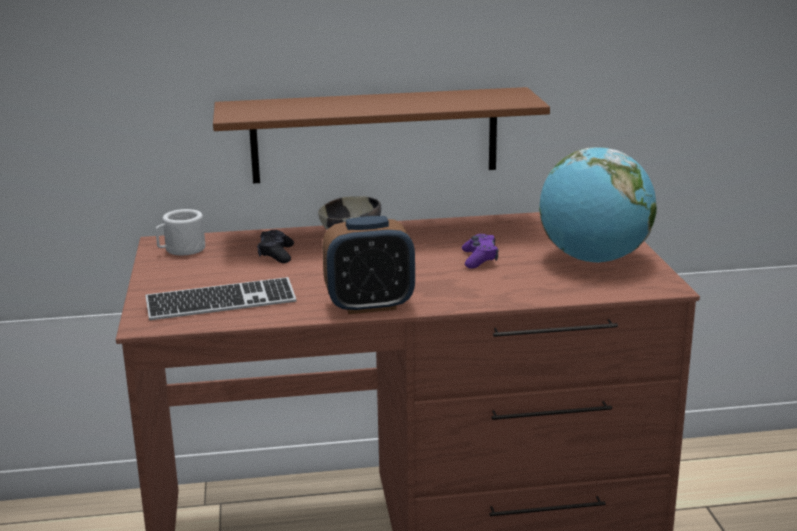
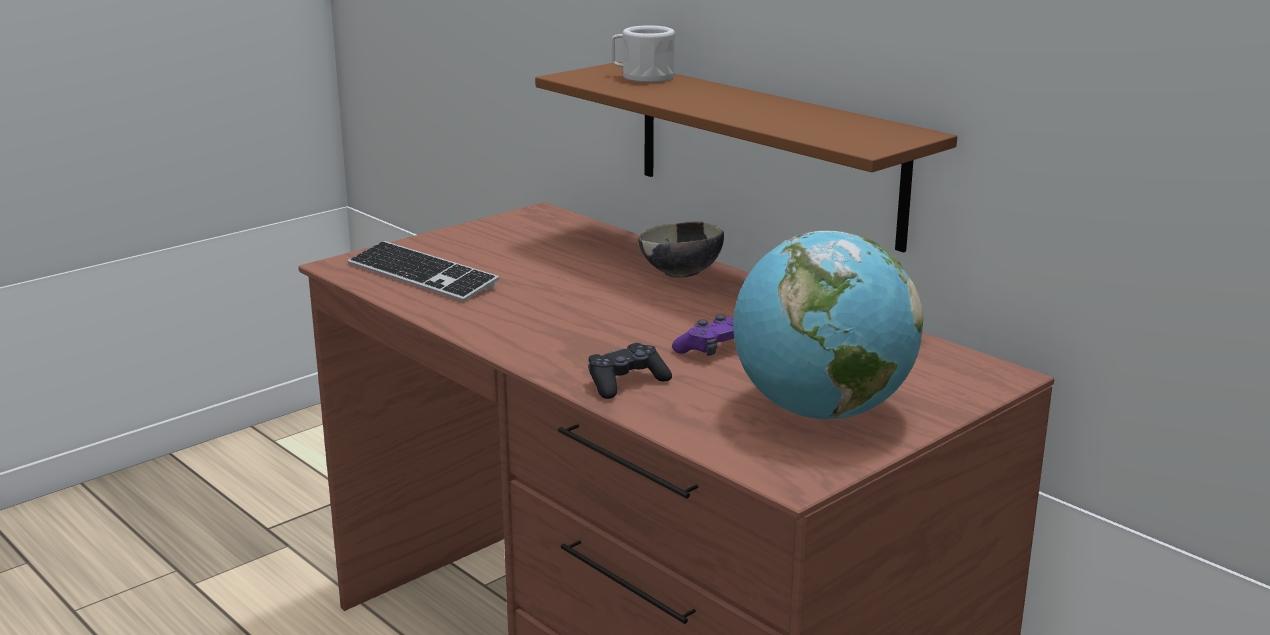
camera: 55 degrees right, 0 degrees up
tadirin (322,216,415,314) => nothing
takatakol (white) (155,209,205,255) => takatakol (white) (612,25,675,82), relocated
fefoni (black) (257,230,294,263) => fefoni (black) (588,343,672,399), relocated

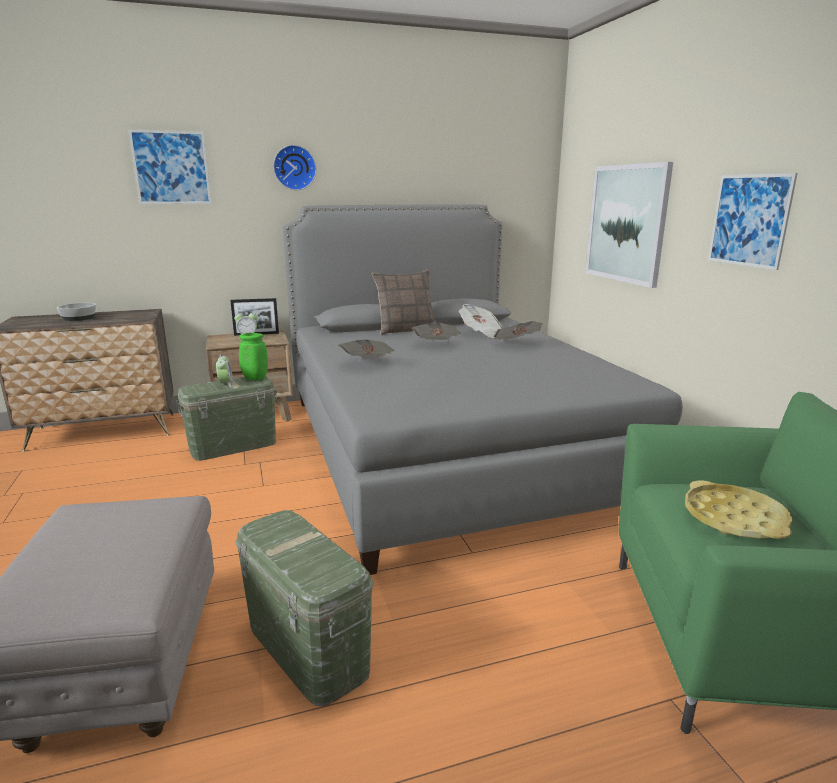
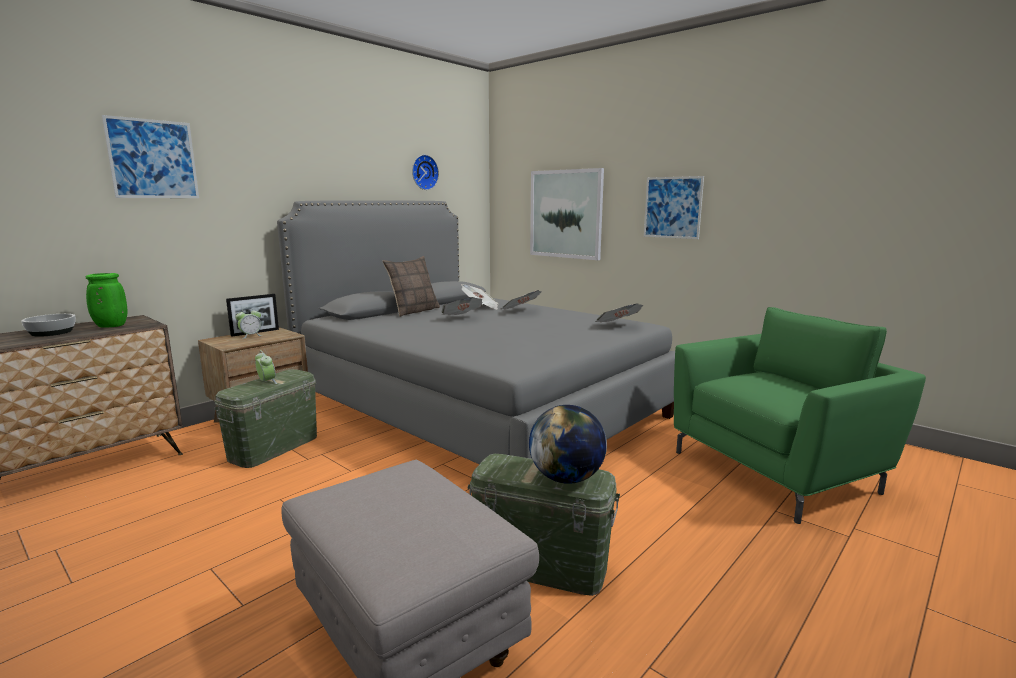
camera: 30 degrees left, 5 degrees down
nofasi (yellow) (685,480,792,539) => nothing
nothing => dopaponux (529,405,607,484)
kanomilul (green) (239,333,268,380) => kanomilul (green) (85,273,127,328), relocated
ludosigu (273,145,316,190) => ludosigu (412,155,439,190), relocated
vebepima (338,340,394,357) => vebepima (595,303,643,322), relocated

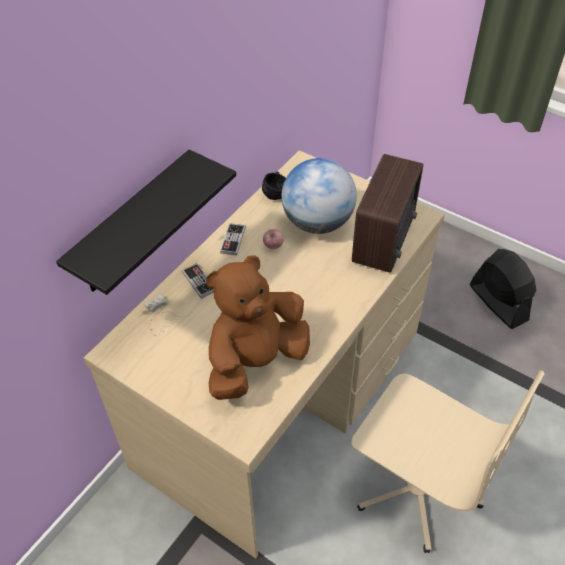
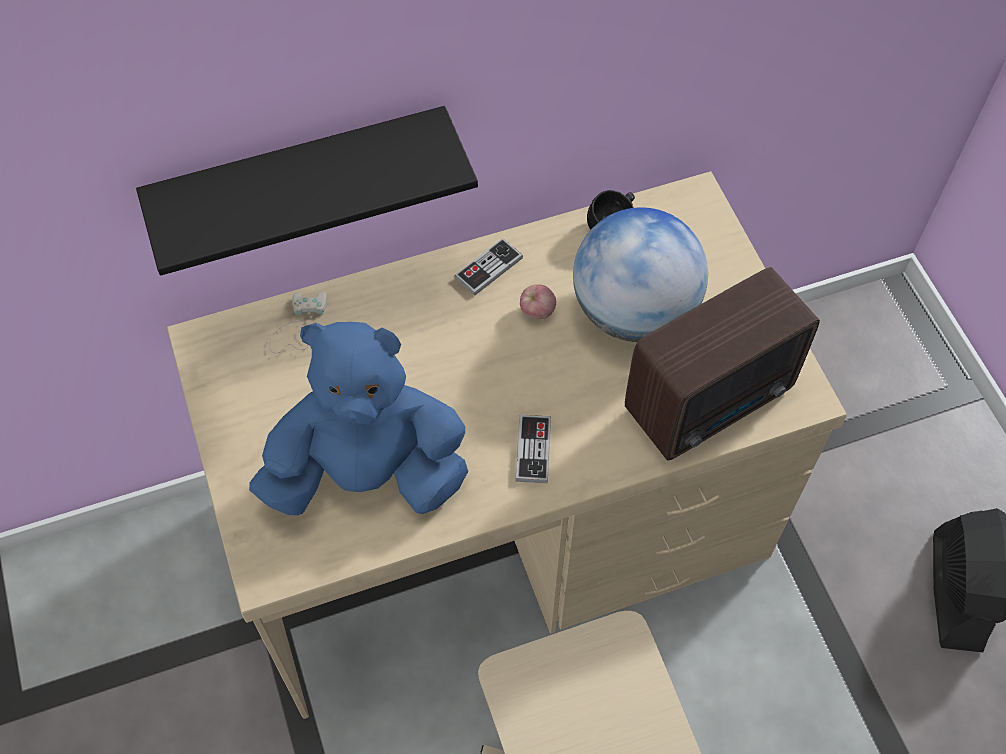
camera: 35 degrees right, 10 degrees up
fefoni (182,263,214,299) => fefoni (515,415,551,483), relocated
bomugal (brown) (206,256,310,400) => bomugal (blue) (249,322,468,516)

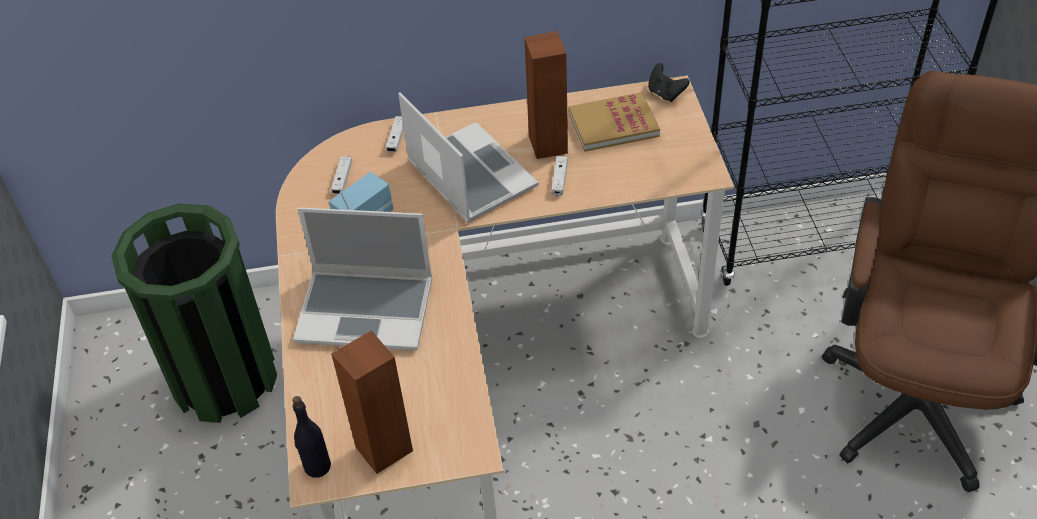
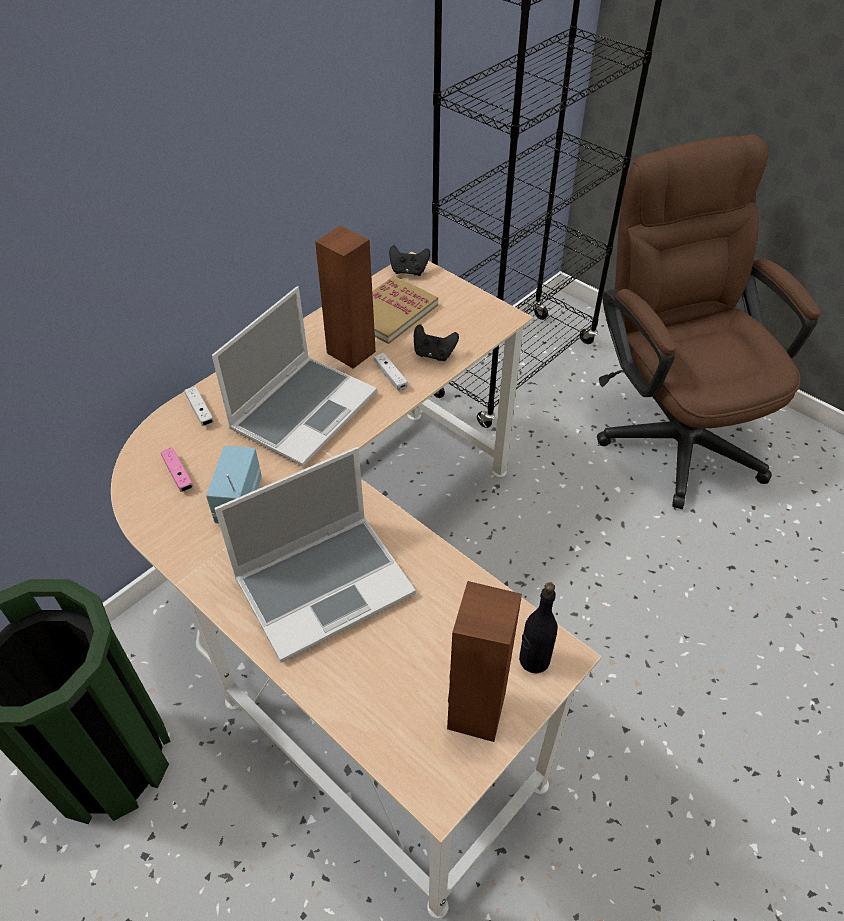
camera: 40 degrees left, 0 degrees up
nothing => fefoni (black) (414,324,459,361)
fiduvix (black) (292,396,331,478) => fiduvix (black) (519,582,558,674), relocated
fefoni (white) (331,156,352,194) => fefoni (pink) (161,447,194,492)
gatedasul (398,92,539,223) => gatedasul (212,286,377,466), 105 degrees clockwise

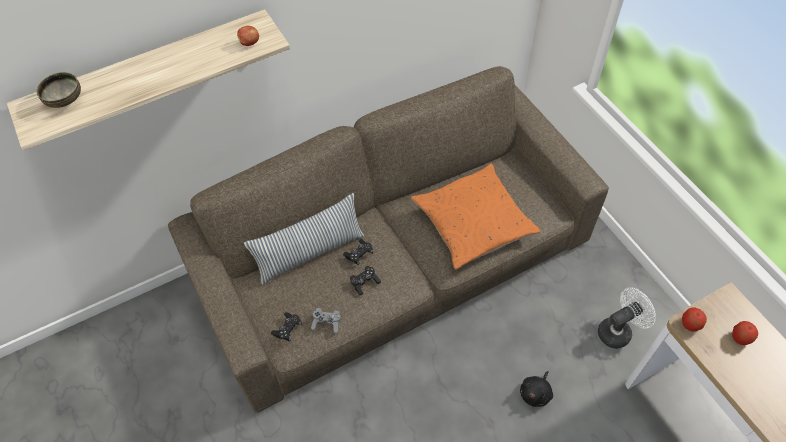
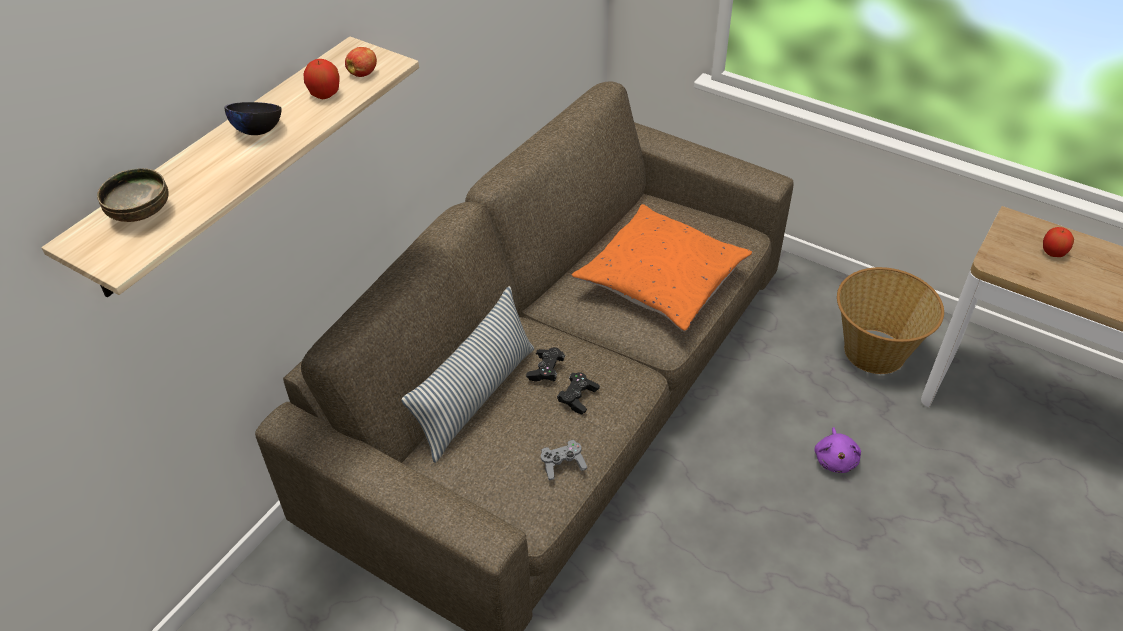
camera: 30 degrees left, 10 degrees down
fefoni (black) (271,312,302,341) => nothing
nothing => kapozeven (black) (224,102,281,135)
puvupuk (682,308,707,332) => puvupuk (304,59,340,99), relocated
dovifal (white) (598,287,656,349) => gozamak (837,267,944,374)
bomugal (black) (520,371,553,407) => bomugal (purple) (814,427,861,473)

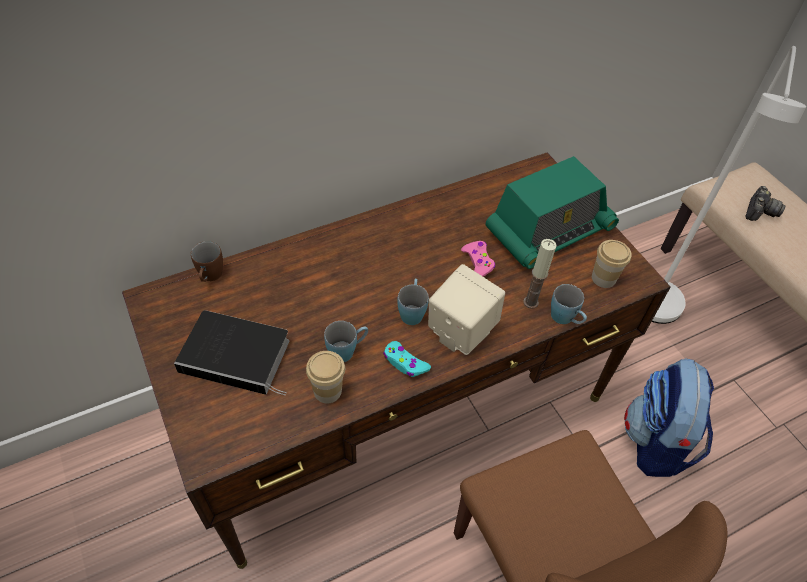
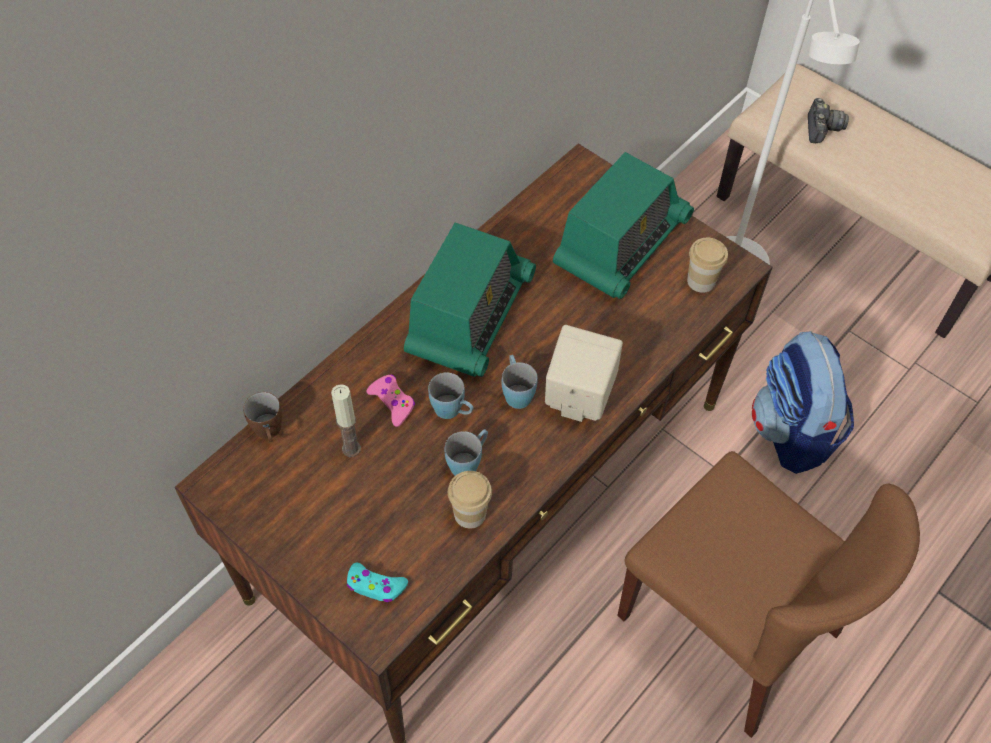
camera: 20 degrees left, 5 degrees up
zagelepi (174,310,289,395) => nothing
nothing => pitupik (404,223,536,377)
fefoni (turquoise) (383,341,431,377) => fefoni (turquoise) (347,562,408,603), relocated
fefoni (pink) (461,241,495,277) => fefoni (pink) (367,375,415,427), relocated
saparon (523,239,557,309) => saparon (331,384,361,457), relocated
takatakol (blue) (551,284,587,324) => takatakol (blue) (428,372,474,419), relocated

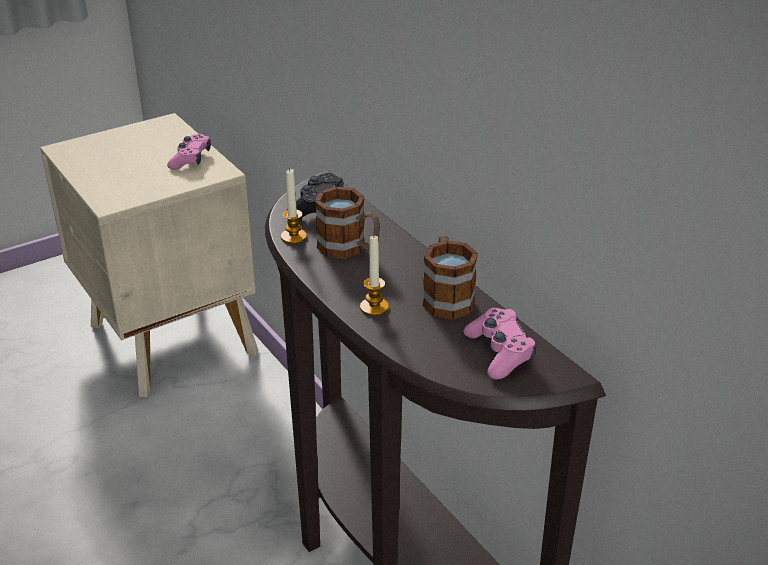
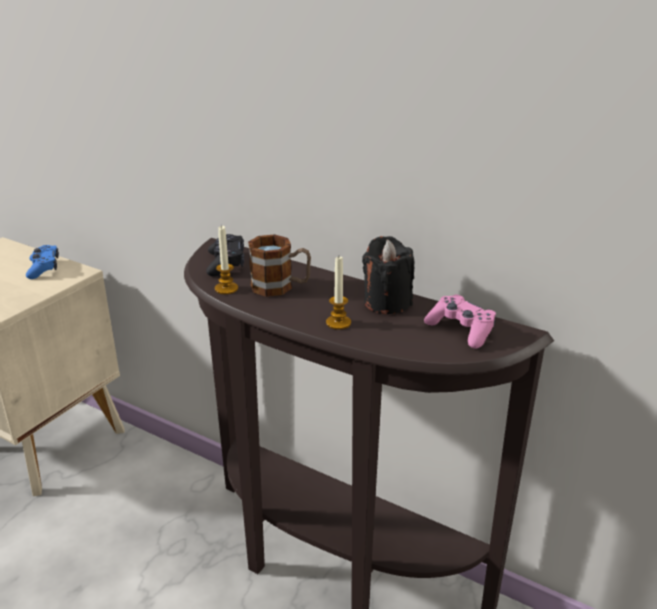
camera: 25 degrees left, 5 degrees down
takatakol (423,235,478,320) => saparon (black) (362,236,414,314)
fefoni (pink) (167,134,211,170) => fefoni (blue) (26,245,59,279)

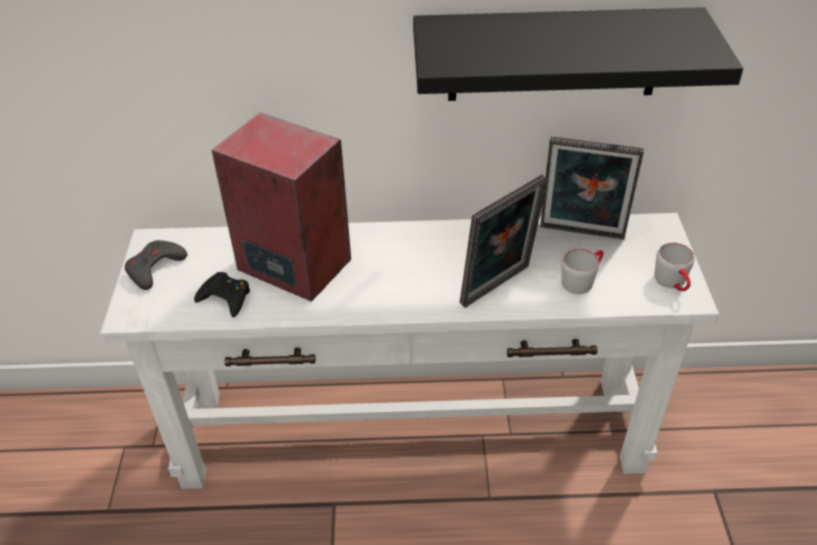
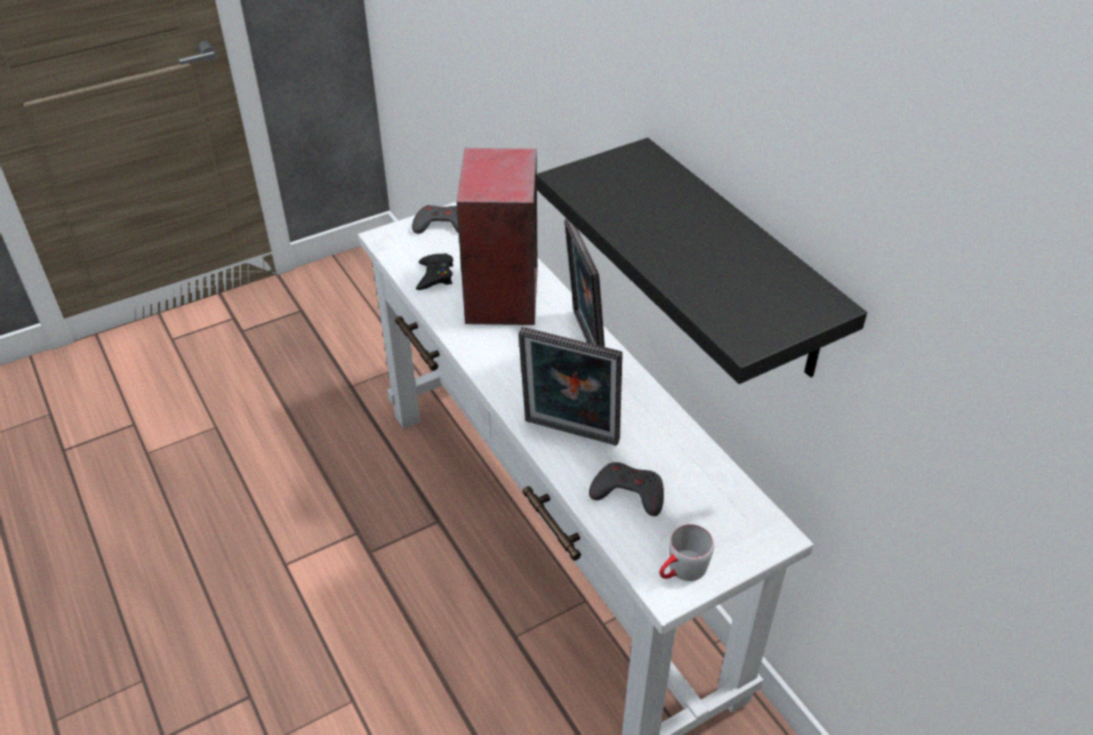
camera: 60 degrees right, 0 degrees up
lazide (540,137,644,239) => lazide (564,219,605,347), relocated
takatakol (grey) (561,248,603,294) => fefoni (grey) (589,462,664,516)

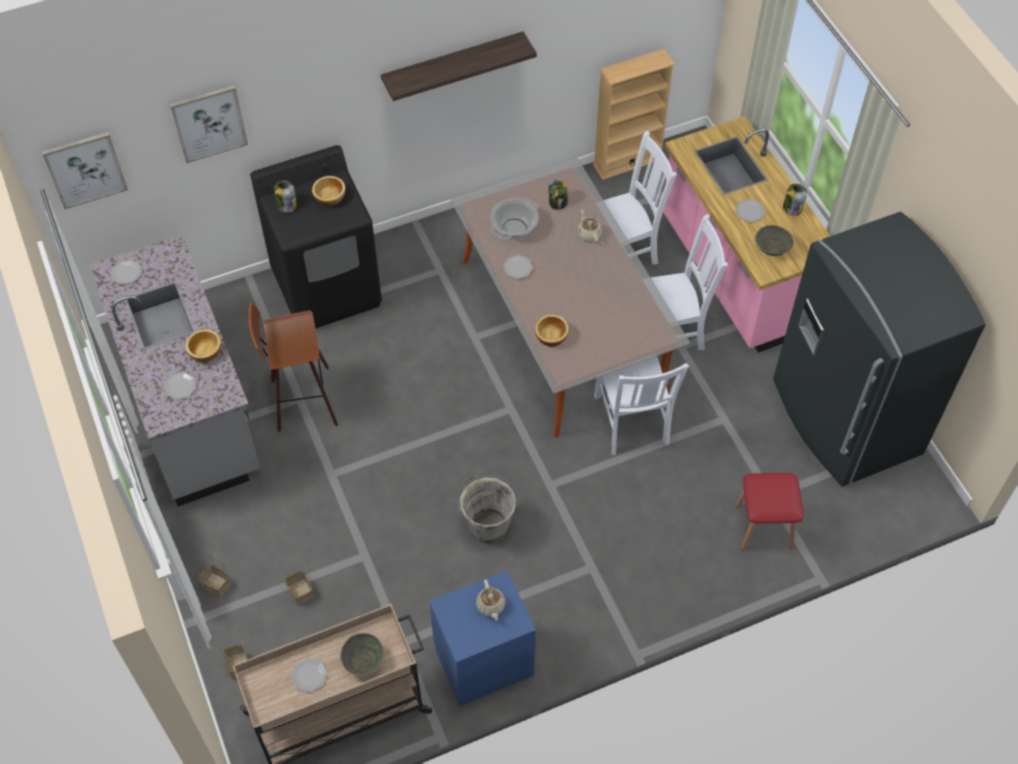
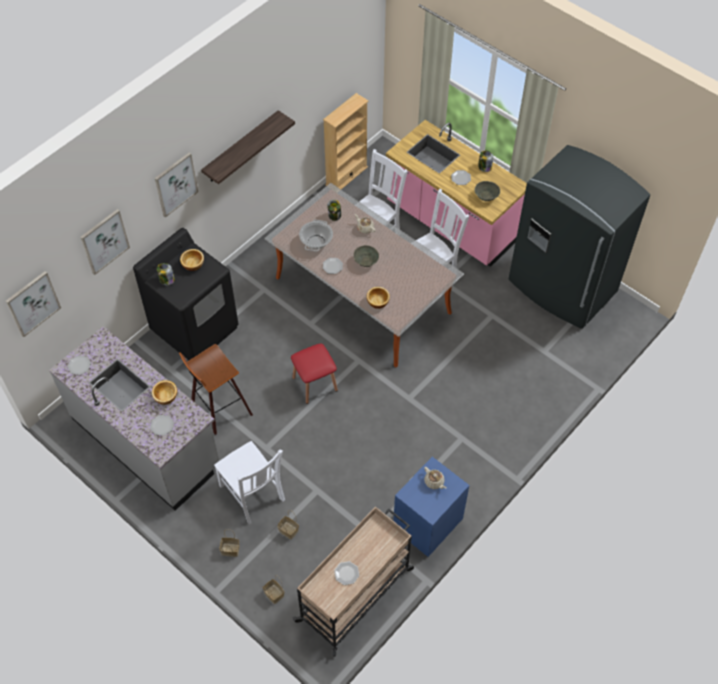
camera: 25 degrees left, 0 degrees up
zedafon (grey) (458,475,516,544) => nothing
nothing => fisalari (155,152,198,218)
kapozeven (grey) (340,633,384,676) => kapozeven (grey) (354,245,379,267), relocated
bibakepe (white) (594,356,689,455) => bibakepe (white) (214,441,285,524), relocated
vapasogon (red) (735,473,803,550) => vapasogon (red) (291,343,338,404), relocated

